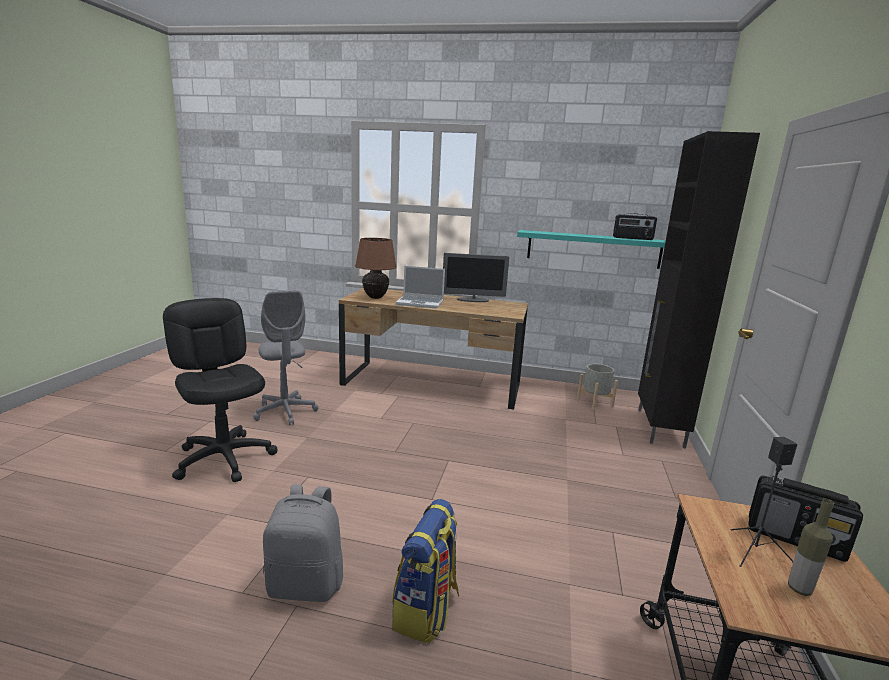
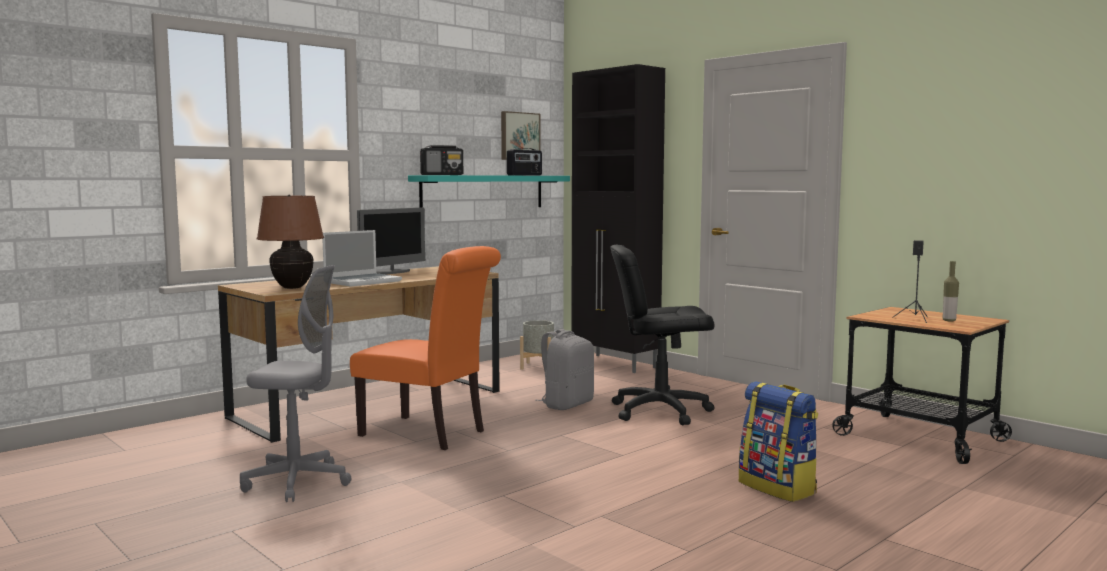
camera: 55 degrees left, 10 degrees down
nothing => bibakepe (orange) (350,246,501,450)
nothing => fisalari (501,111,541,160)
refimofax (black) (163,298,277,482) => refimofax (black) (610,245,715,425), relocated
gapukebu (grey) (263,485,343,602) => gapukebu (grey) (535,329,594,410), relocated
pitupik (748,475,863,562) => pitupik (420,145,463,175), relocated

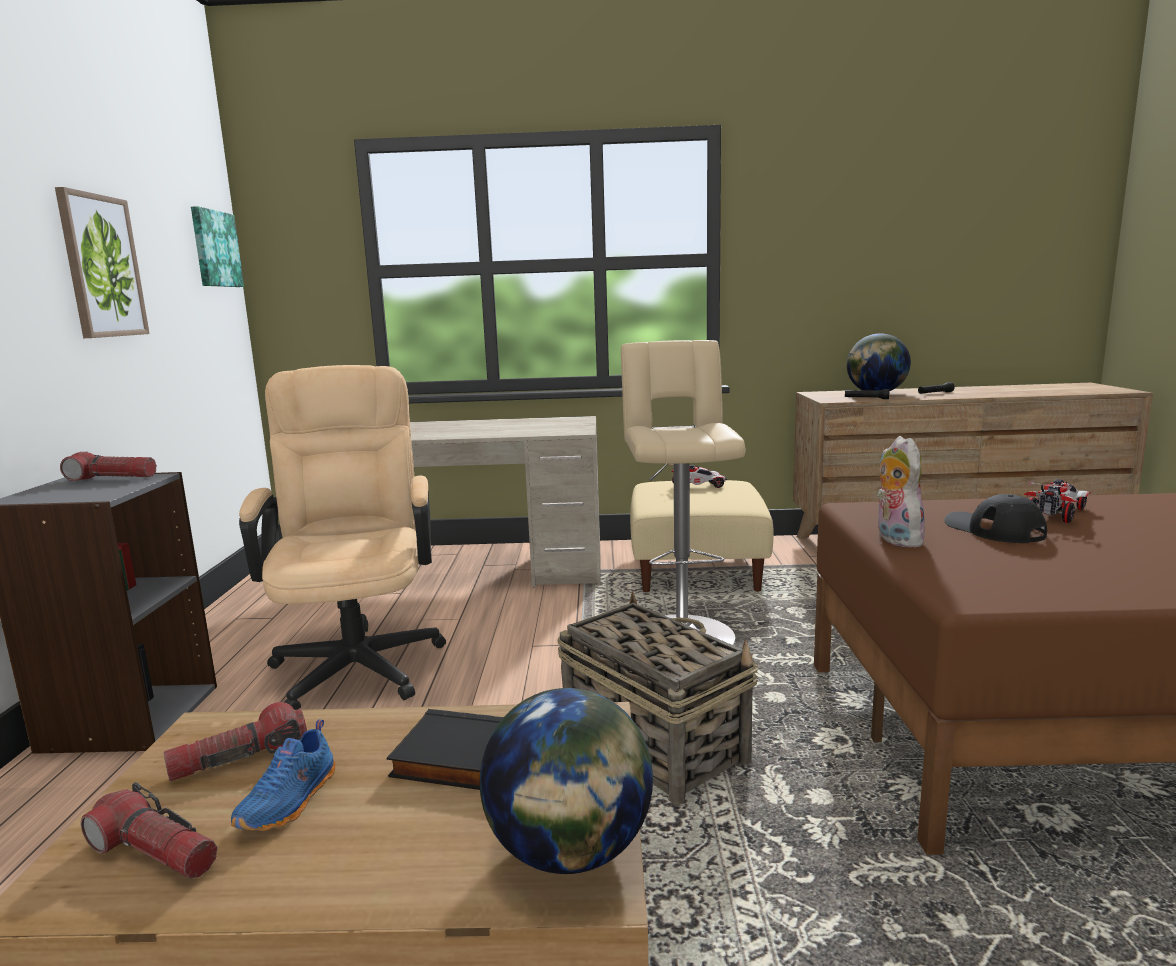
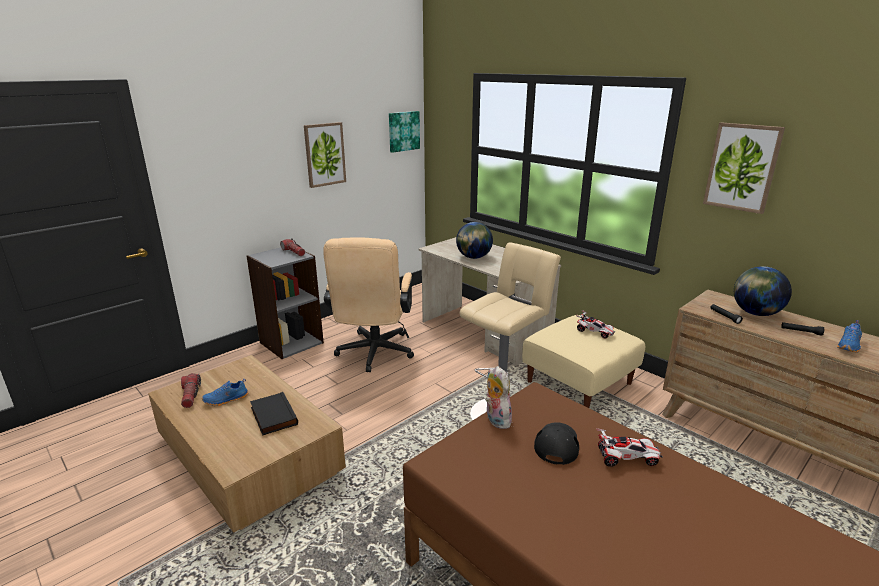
camera: 45 degrees right, 10 degrees up
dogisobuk (164,702,307,781) => nothing
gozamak (557,591,759,805) => nothing
nothing => fisalari (703,122,785,214)
nothing => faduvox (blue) (837,320,862,353)
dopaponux (480,688,653,874) => dopaponux (456,222,493,259), relocated
refimofax (beige) (239,365,446,710) => refimofax (beige) (323,237,414,372), 150 degrees clockwise
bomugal (877,436,928,547) => bomugal (485,366,512,429), 60 degrees counterclockwise

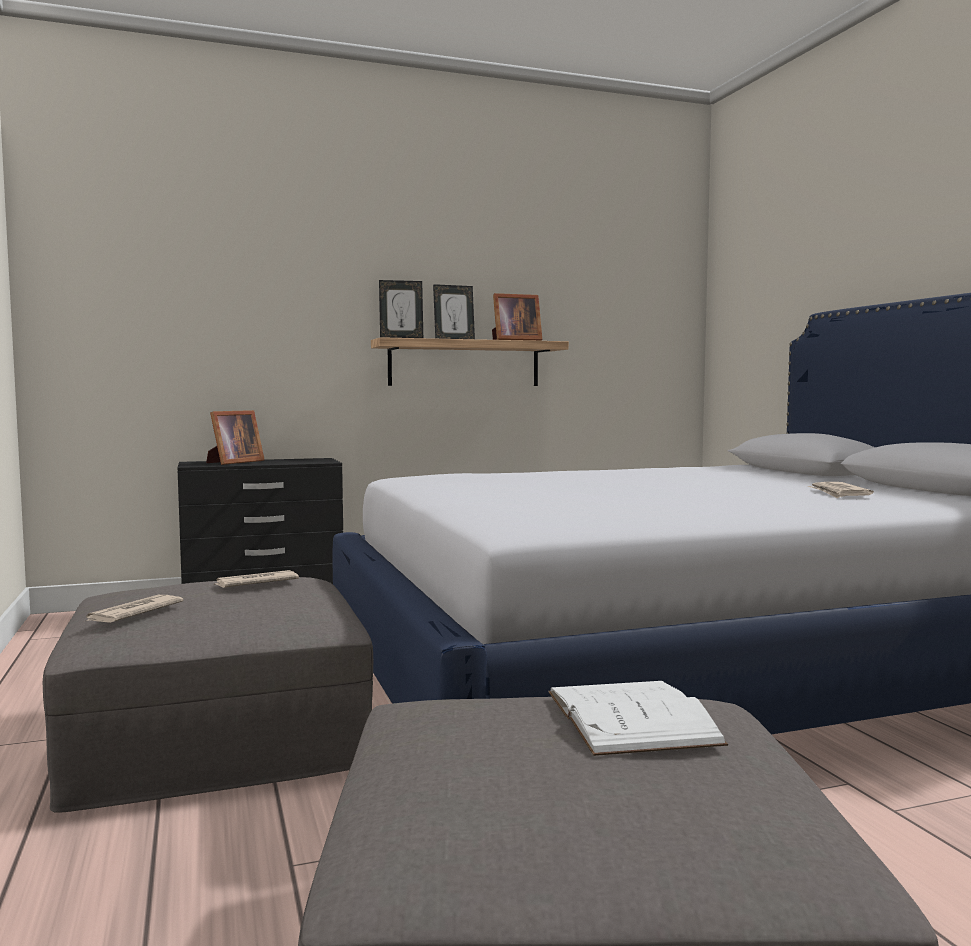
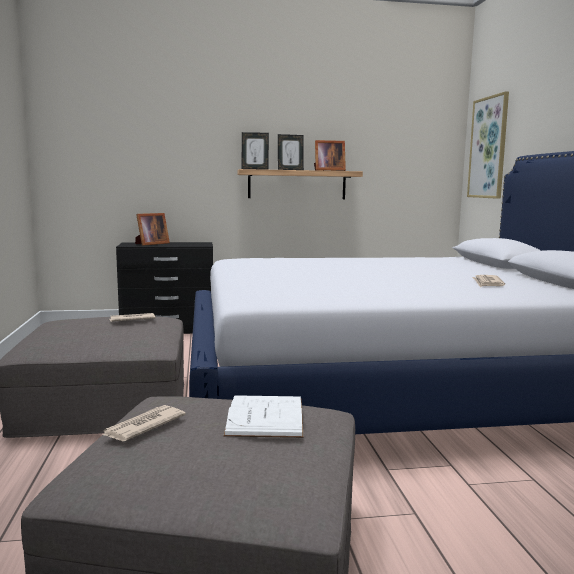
camera: 10 degrees right, 5 degrees up
nothing => fisalari (467,91,509,199)
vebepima (83,595,183,623) => vebepima (103,405,186,441), relocated

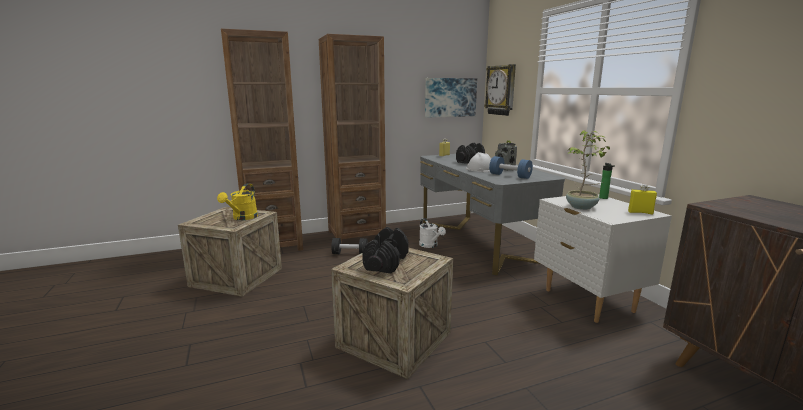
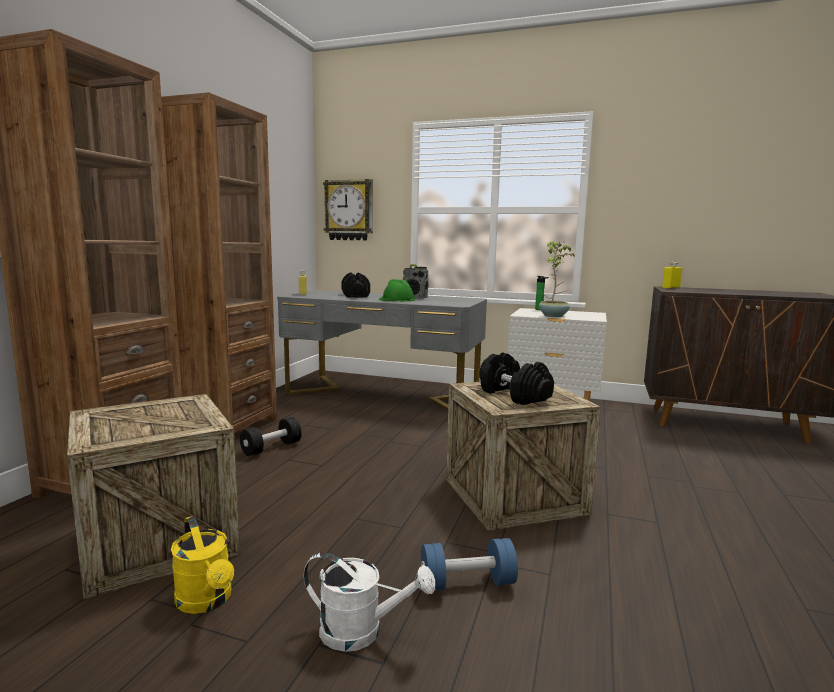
camera: 50 degrees left, 5 degrees down
fisalari (425,78,477,117) => nothing
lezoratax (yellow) (217,183,258,220) => lezoratax (yellow) (171,516,234,614), relocated
lezoratax (white) (419,218,446,248) => lezoratax (white) (304,552,435,652), relocated
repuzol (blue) (489,156,533,179) => repuzol (blue) (421,538,518,590), relocated
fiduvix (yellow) (628,185,657,215) => fiduvix (yellow) (662,262,682,288), relocated
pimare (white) (466,152,491,172) => pimare (green) (378,279,415,301)

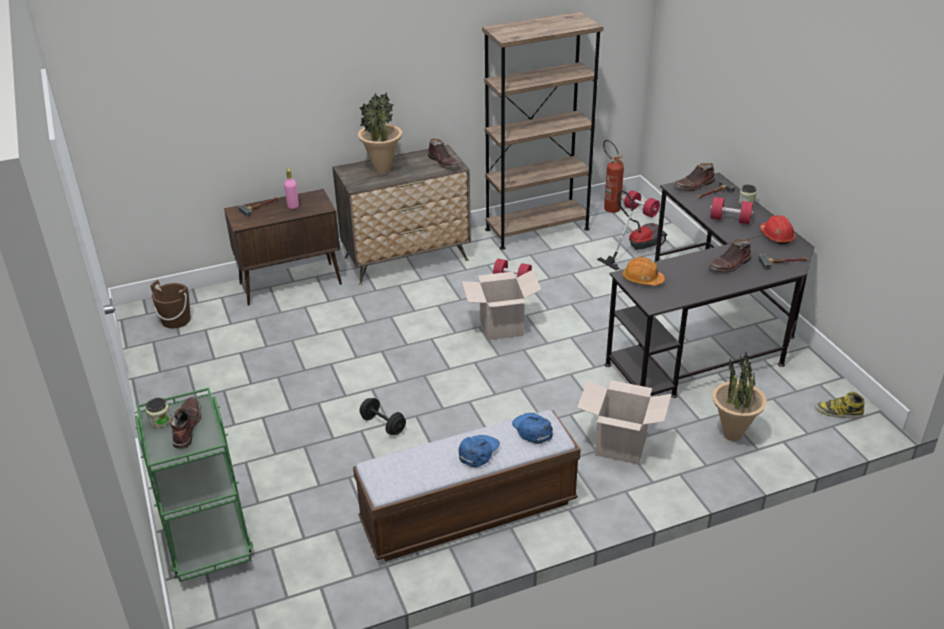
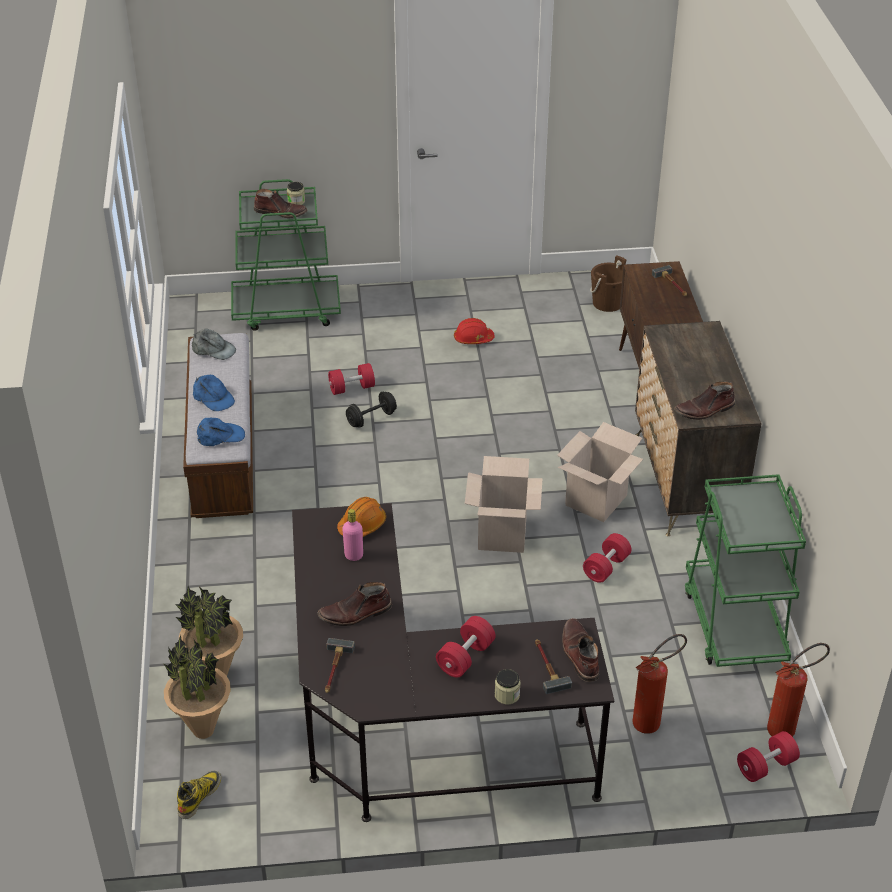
camera: 105 degrees right, 5 degrees up
nothing => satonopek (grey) (192,328,236,360)
nothing => repuzol (red) (328,363,375,395)
fiduvix (pink) (284,169,299,209) => fiduvix (pink) (342,509,363,561), relocated
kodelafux (358,92,402,174) => kodelafux (164,635,231,739), relocated
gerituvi (577,380,672,465) => gerituvi (557,422,643,522), relocated
pimare (red) (760,215,795,244) => pimare (red) (454,318,495,344), relocated
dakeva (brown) (482,12,604,250) => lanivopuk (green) (685,474,806,667)
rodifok (597,190,667,270) => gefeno (632,634,687,734)
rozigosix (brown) (708,239,751,273) => rozigosix (brown) (317,582,392,626), 90 degrees counterclockwise

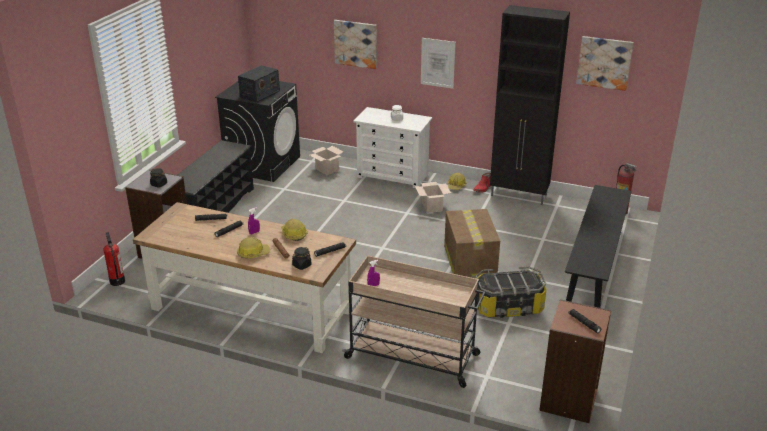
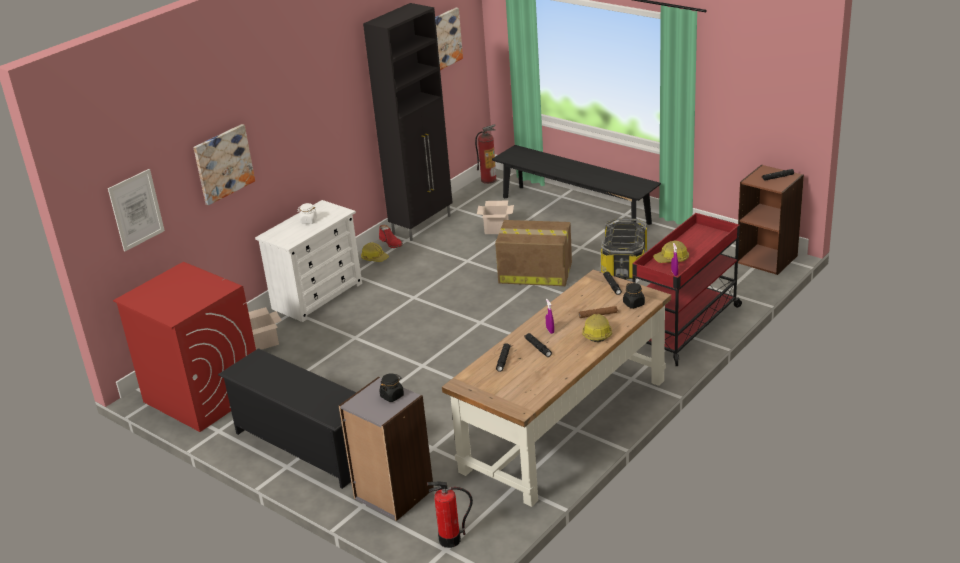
camera: 70 degrees left, 0 degrees up
pitupik (238,65,280,102) => nothing
pimare (281,219,307,241) => pimare (653,240,689,263), relocated
gerituvi (415,182,451,213) => gerituvi (477,201,514,234), relocated
fisalari (421,38,456,89) => fisalari (108,169,165,251), relocated
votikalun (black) (215,81,300,182) => votikalun (red) (113,262,256,432)
lanivopuk (beige) (342,255,485,388) => lanivopuk (red) (632,213,742,366)

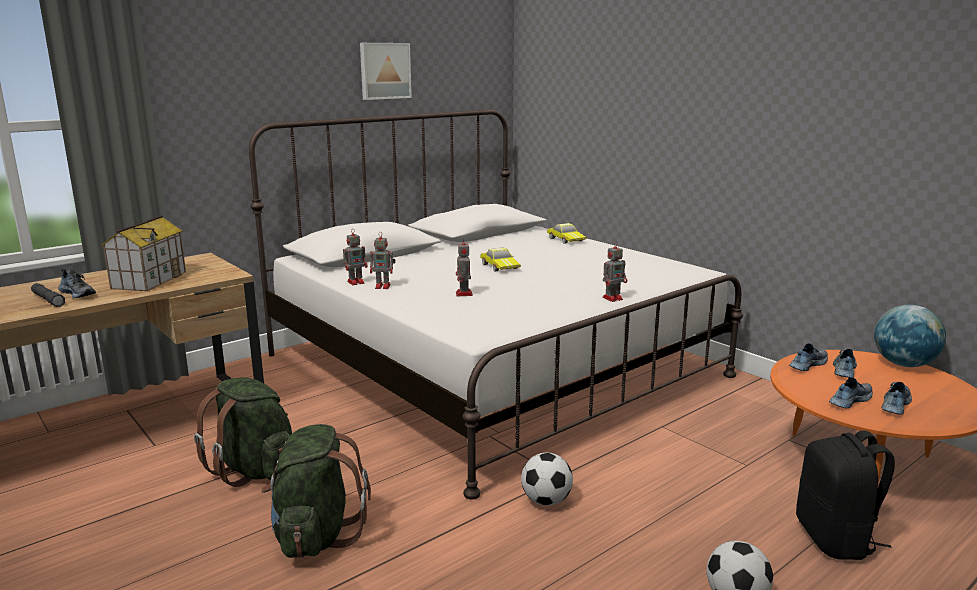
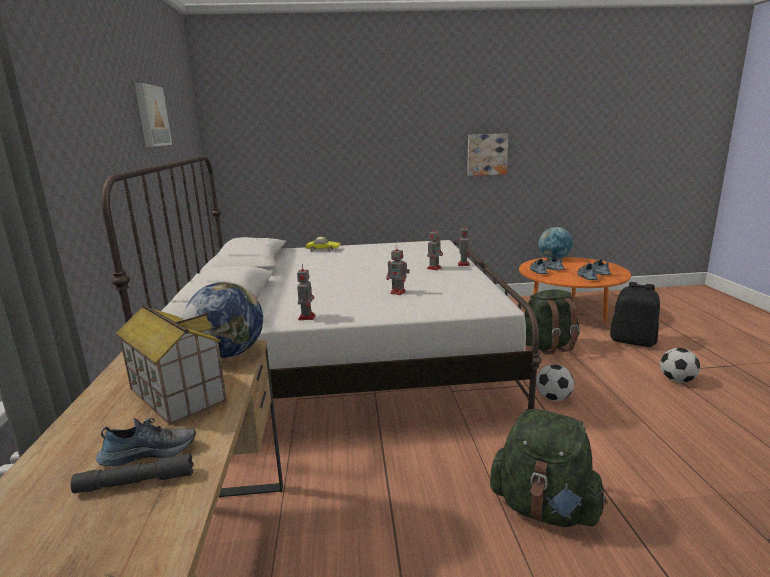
camera: 55 degrees left, 0 degrees up
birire (480,247,521,271) => nothing
nothing => dopaponux (183,282,263,358)
nothing => fisalari (467,133,508,176)
gapukebu (green) (194,377,292,487) => gapukebu (green) (525,289,579,355), relocated
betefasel (370,232,396,289) => betefasel (427,228,443,270), relocated

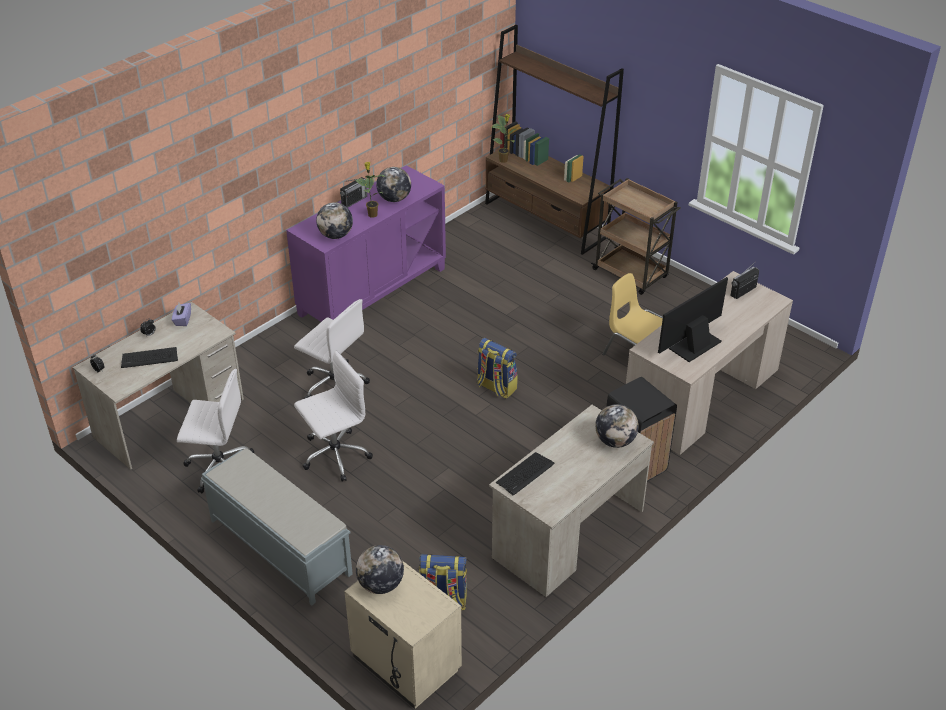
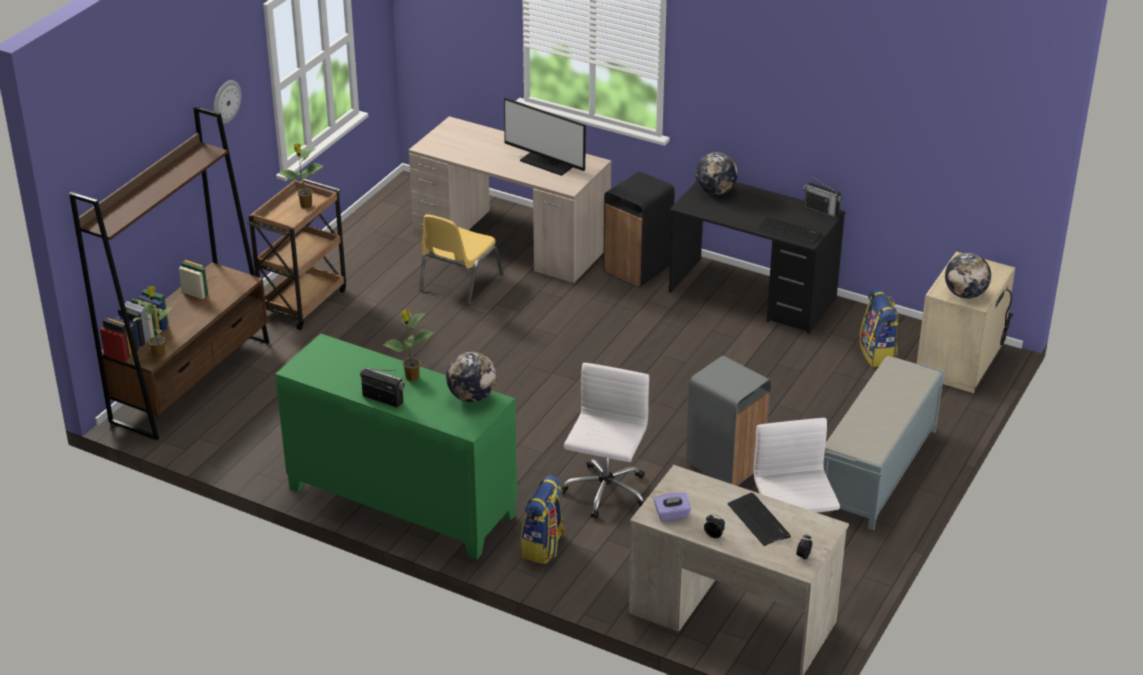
camera: 105 degrees left, 5 degrees down
dopaponux (376,167,411,202) => nothing
nothing => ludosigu (214,80,241,124)
nothing => kodelafux (279,143,323,209)
gapukebu (477,338,518,399) => gapukebu (521,475,567,564), relocated
pitupik (730,263,759,299) => pitupik (803,176,842,217), relocated
refimofax (white) (294,350,373,482) => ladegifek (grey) (686,356,771,486)
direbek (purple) (286,165,446,322) => direbek (green) (275,333,517,559)
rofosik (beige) (489,405,654,597) => rofosik (black) (669,181,846,334)

